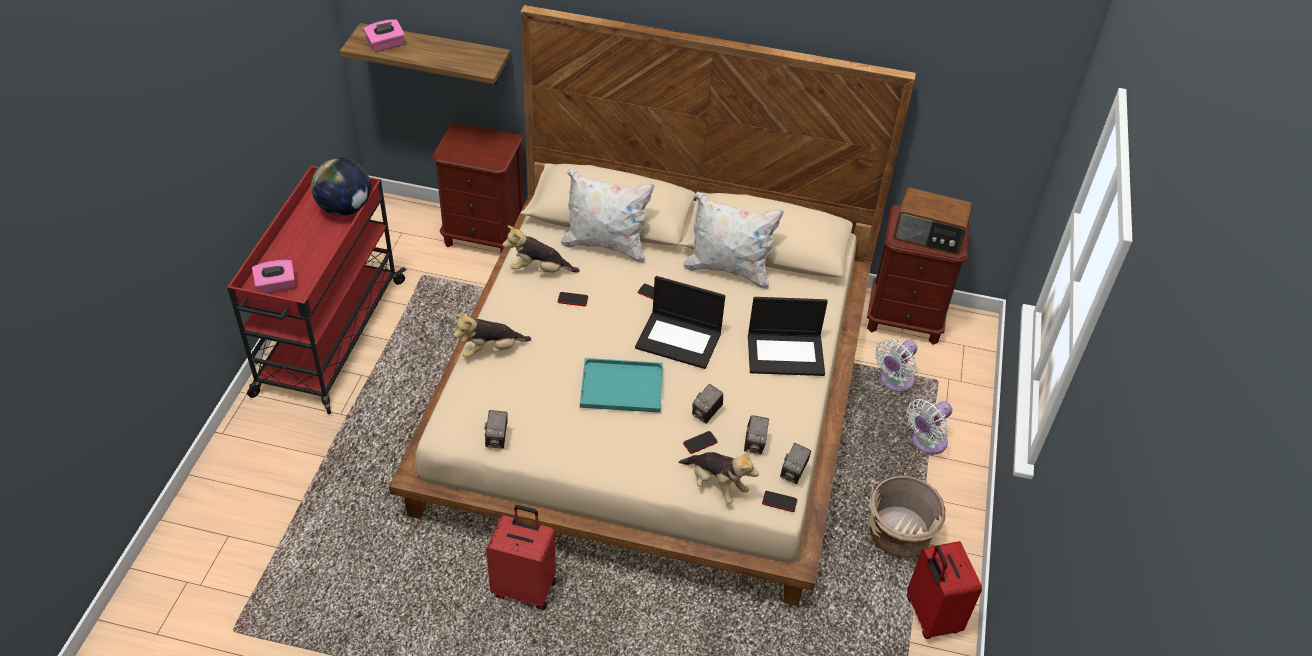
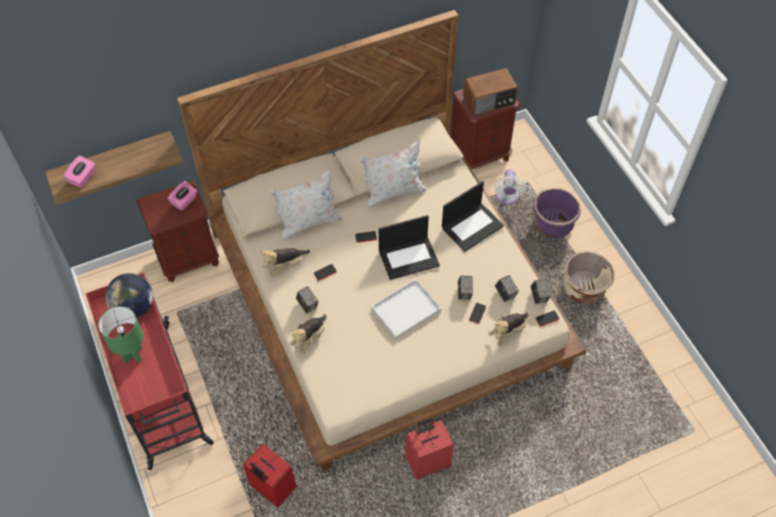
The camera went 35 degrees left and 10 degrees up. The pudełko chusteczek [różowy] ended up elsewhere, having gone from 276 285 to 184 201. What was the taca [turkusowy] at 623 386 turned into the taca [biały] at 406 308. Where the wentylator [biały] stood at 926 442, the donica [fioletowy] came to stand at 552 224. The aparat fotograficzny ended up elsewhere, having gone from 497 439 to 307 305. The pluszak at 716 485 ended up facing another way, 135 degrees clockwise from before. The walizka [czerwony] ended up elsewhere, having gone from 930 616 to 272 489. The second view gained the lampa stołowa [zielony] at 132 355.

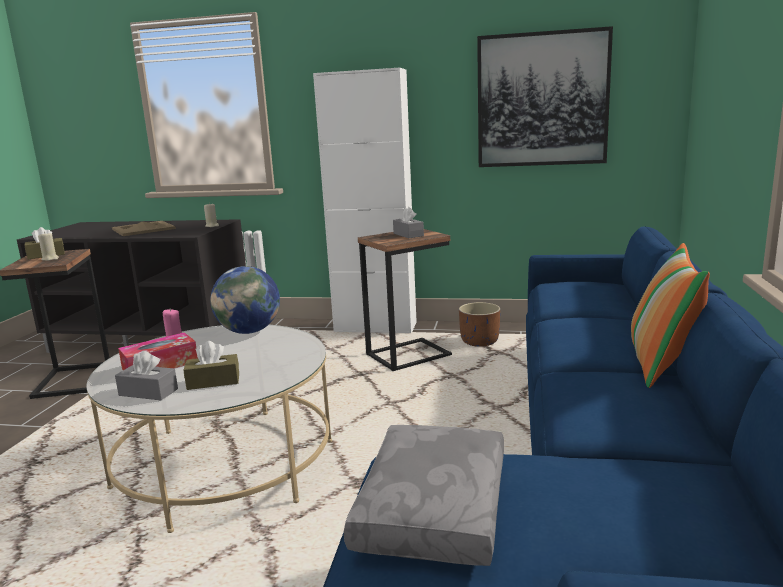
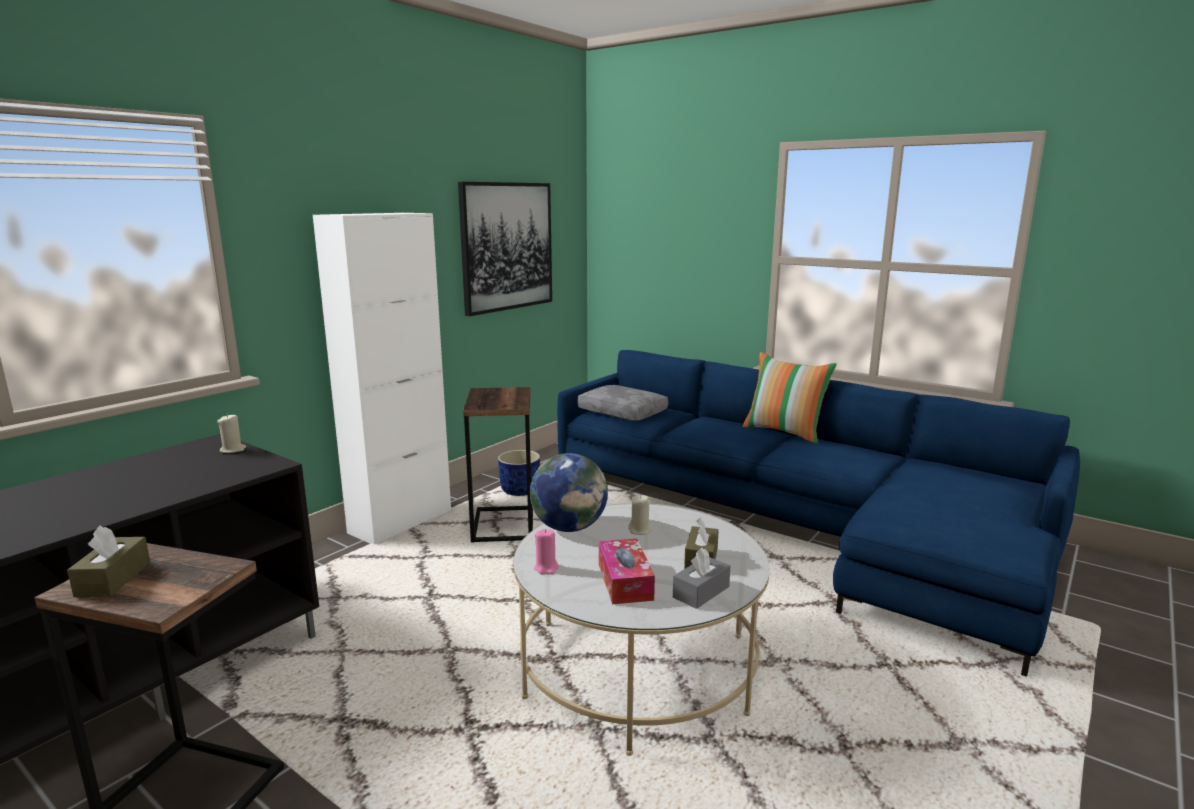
The camera went 65 degrees left and 0 degrees up. The second view lost the pudełko chusteczek [szary] at 408 234. The second view lost the taca [beżowy] at 143 229. The świeca [beżowy] ended up elsewhere, having gone from 50 259 to 640 530. What was the donica [brązowy] at 480 342 turned into the donica [niebieski] at 520 490. The poduszka [szary] ended up elsewhere, having gone from 436 509 to 623 412.

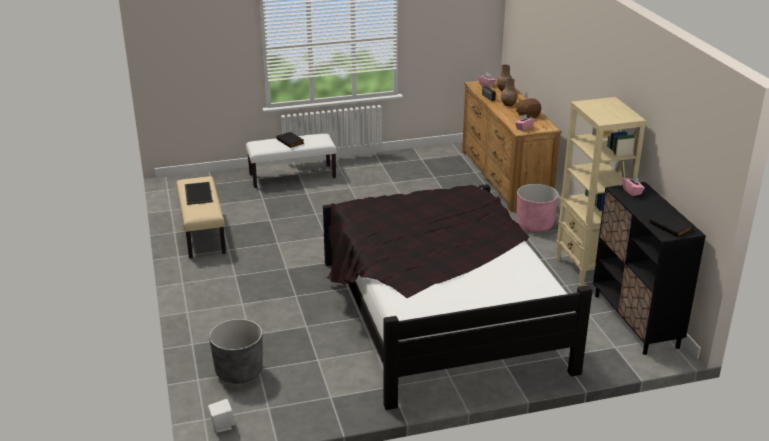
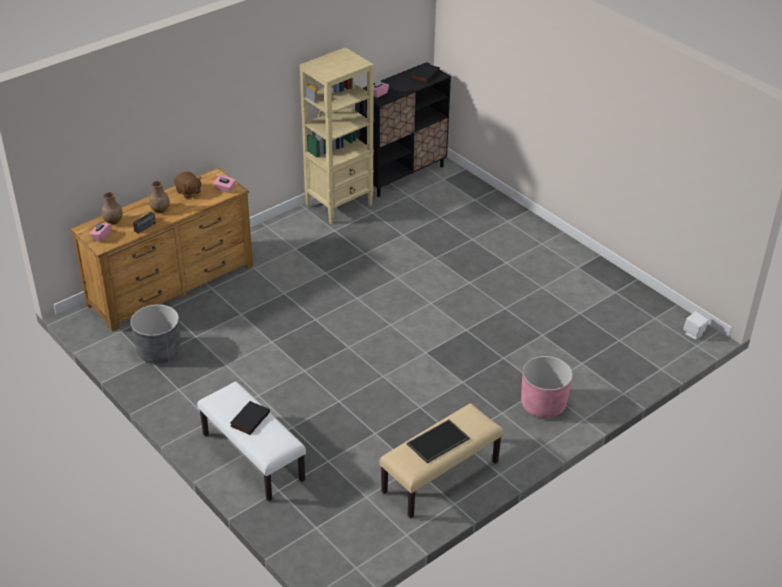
The camera went 115 degrees left and 10 degrees up. The second view lost the łóżko [czarny] at 440 313. The donica [różowy] ended up elsewhere, having gone from 534 225 to 543 405. The donica [szary] ended up elsewhere, having gone from 239 371 to 159 351.

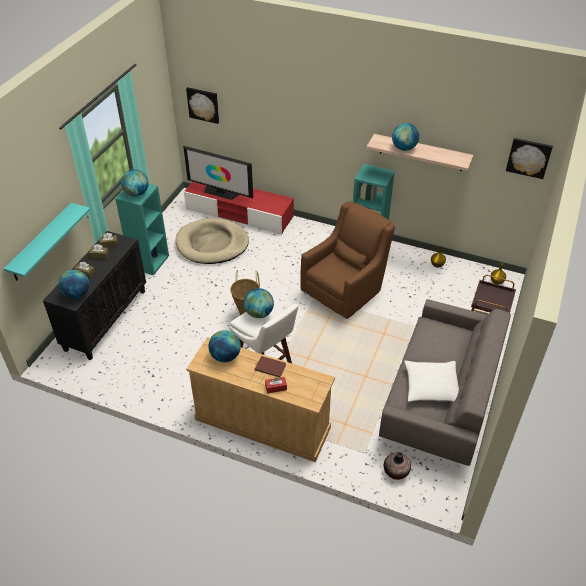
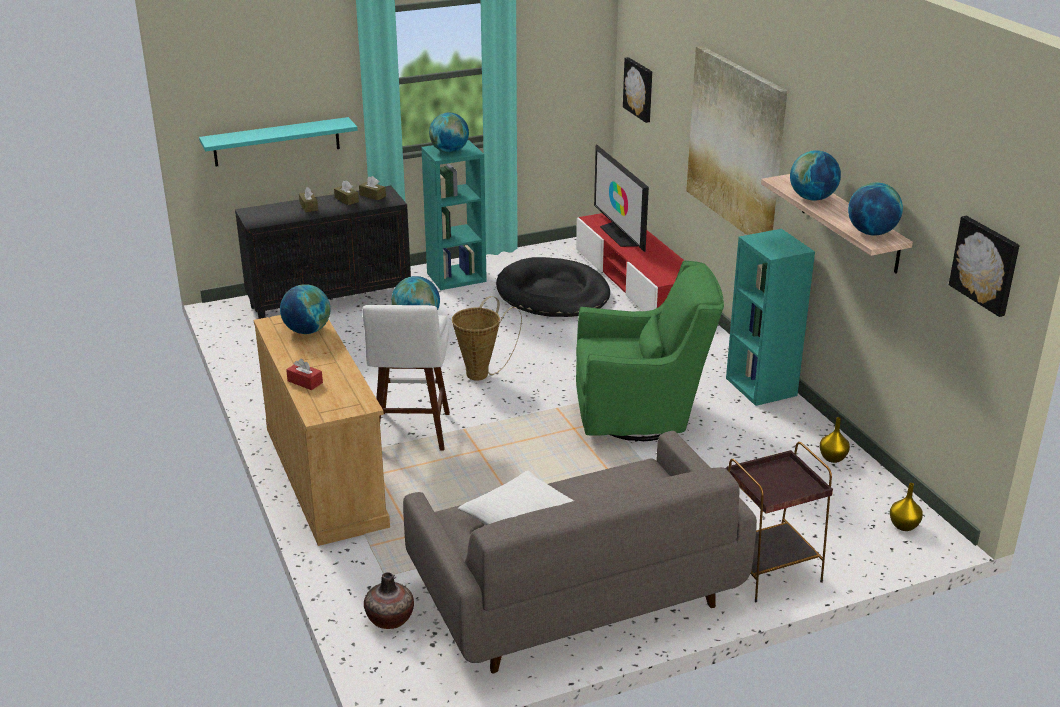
The camera went 45 degrees right and 15 degrees down. What was the fotel [brązowy] at 345 291 turned into the fotel [zielony] at 642 416. What was the legowisko [beżowy] at 212 244 turned into the legowisko [czarny] at 553 294. The globus ended up elsewhere, having gone from 77 294 to 871 233. The second view lost the książka [brązowy] at 270 367. The second view gained the obraz at 736 144.

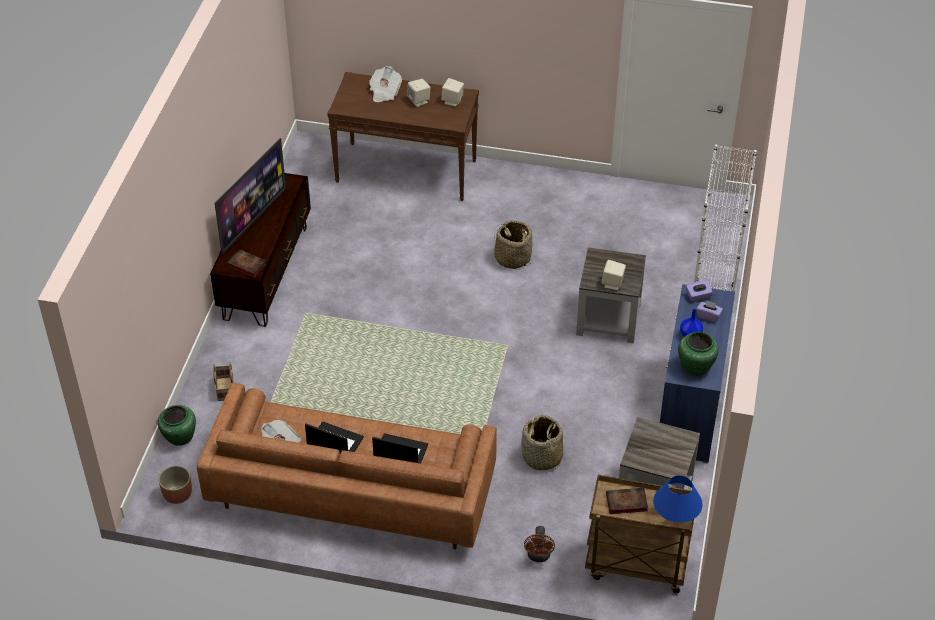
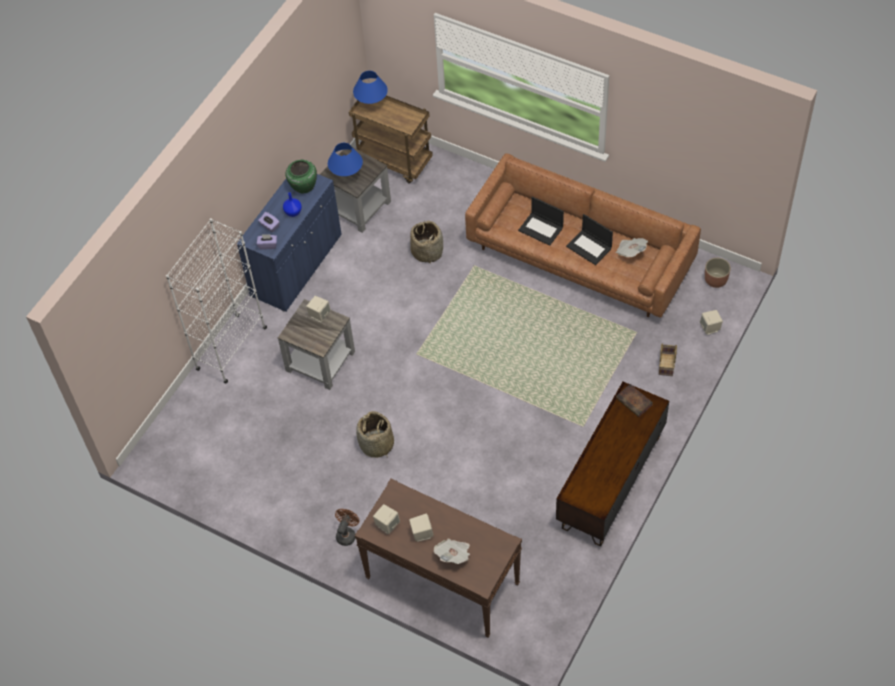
The camera went 160 degrees left and 10 degrees up. The second view lost the telewizor at 253 220. Where the wazon [zielony] stood at 179 437, the głośnik [beżowy] came to stand at 710 328. The second view lost the książka at 625 503. The wentylator [brązowy] ended up elsewhere, having gone from 539 556 to 347 534. The second view gained the lampa stołowa [niebieski] at 347 175.

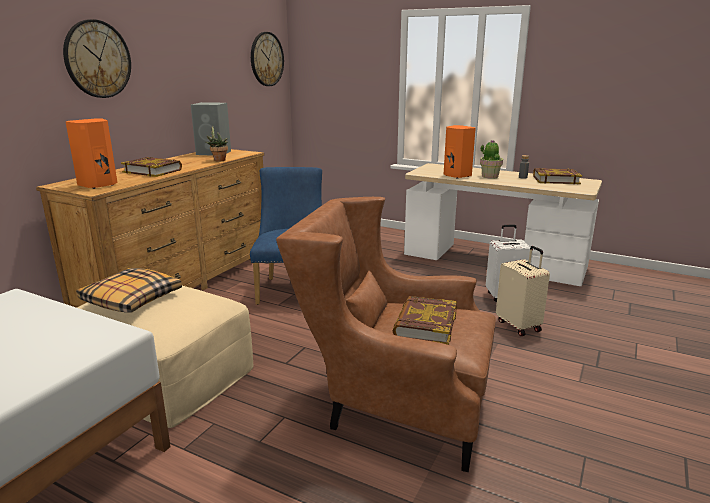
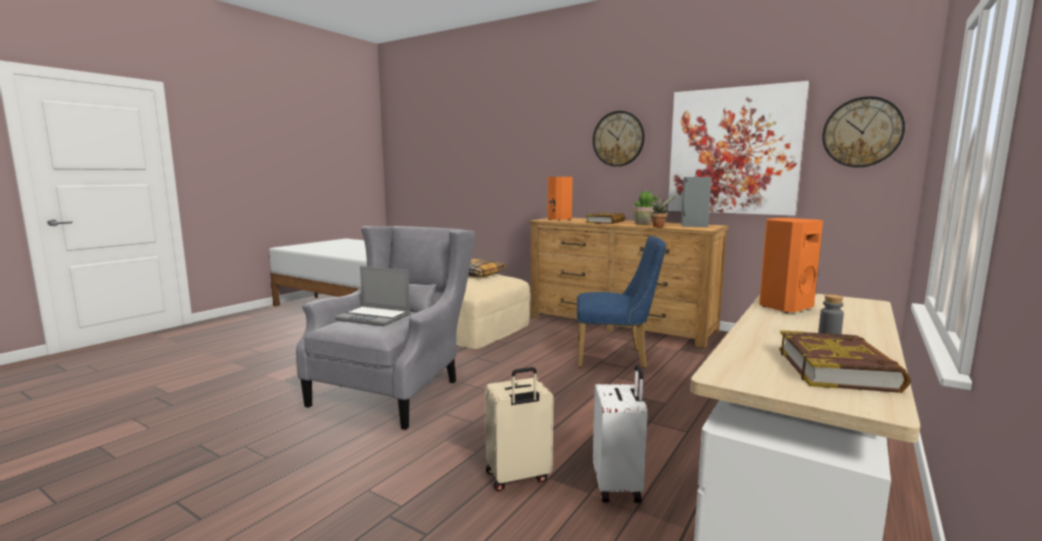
The camera went 95 degrees right and 10 degrees down. The roślina doniczkowa ended up elsewhere, having gone from 490 176 to 642 223. What was the fotel [brązowy] at 394 405 turned into the fotel [szary] at 398 389. Where the książka stood at 425 325, the laptop came to stand at 375 317. The second view gained the obraz at 733 151.

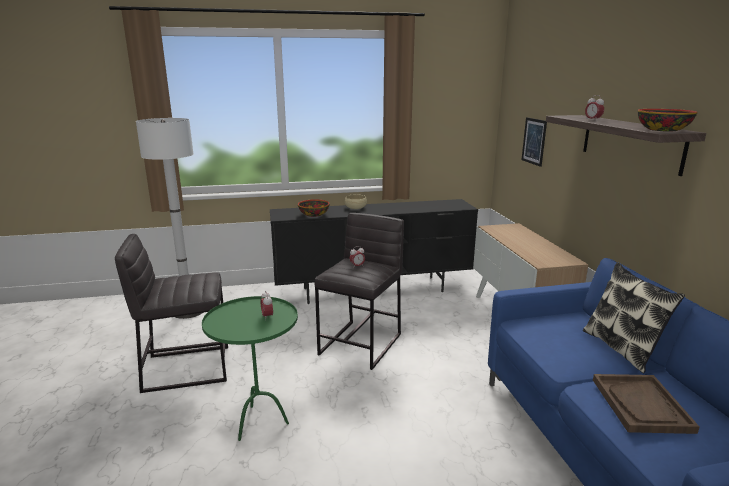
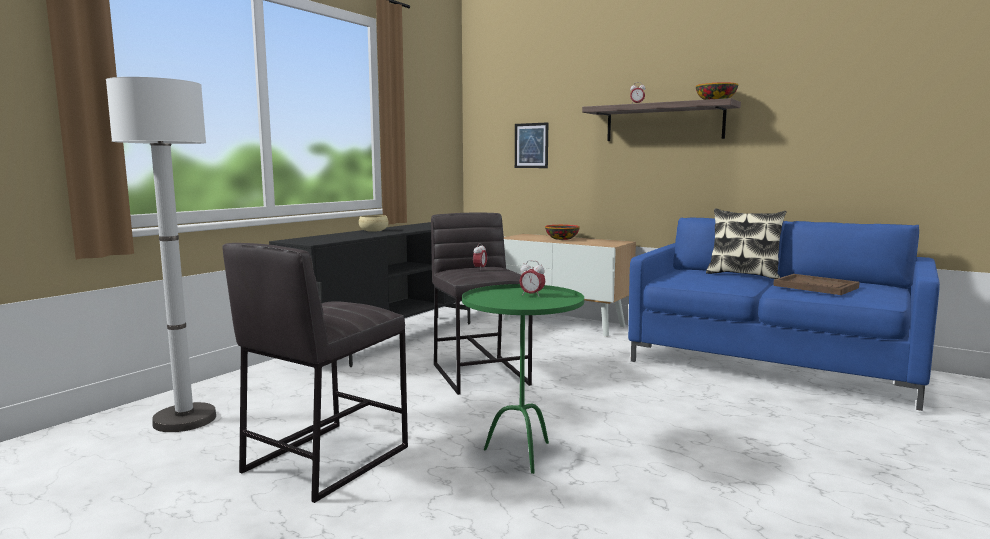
The camera went 45 degrees left and 10 degrees down. The miska ended up elsewhere, having gone from 314 214 to 562 239.

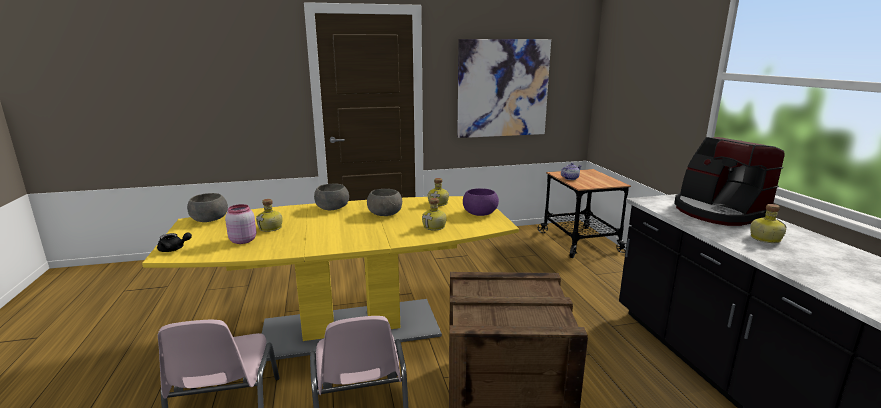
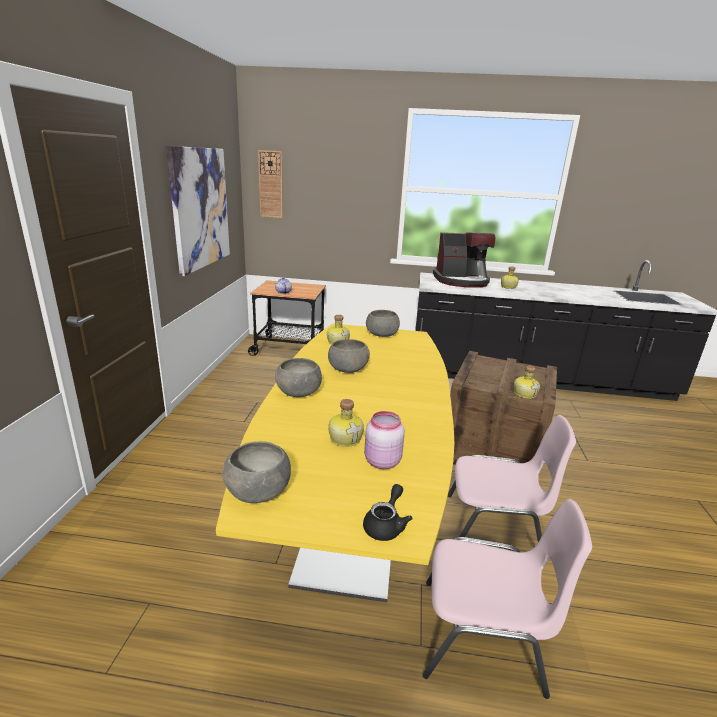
The camera went 70 degrees left and 5 degrees up. What was the miska [fioletowy] at 480 213 turned into the miska [szary] at 381 334. The butelka ended up elsewhere, having gone from 435 227 to 524 393. The second view gained the zegar ścienny at 271 184.

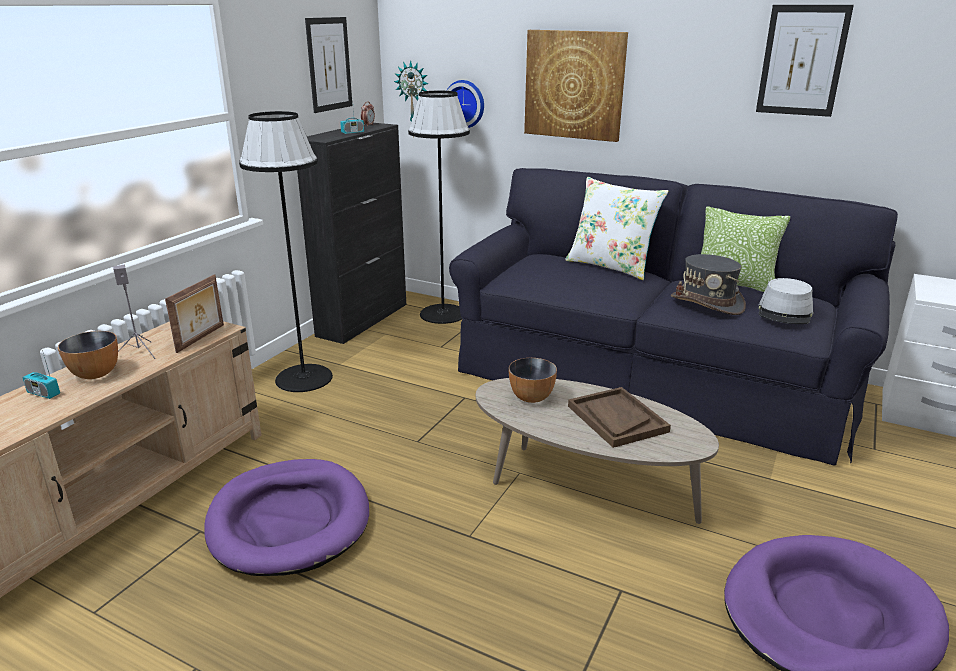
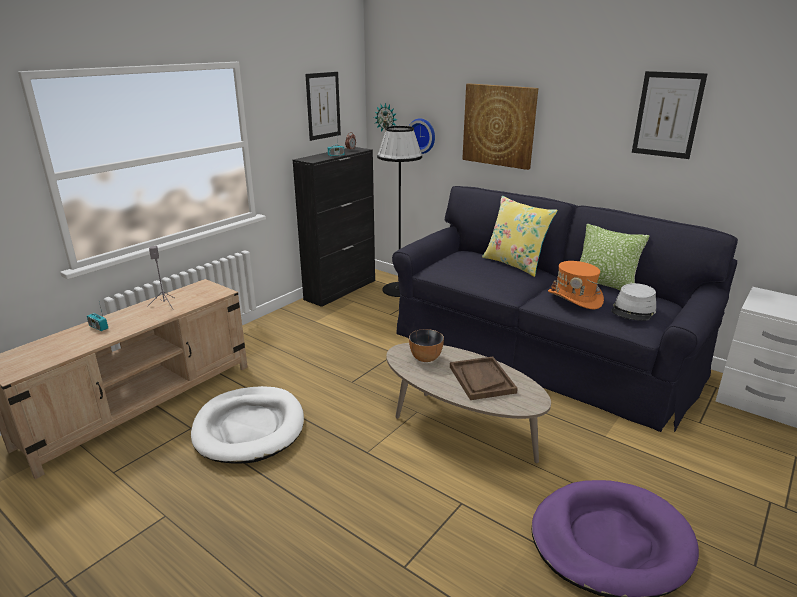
The camera went 10 degrees right and 0 degrees up. The second view lost the lampa stojąca [czarny] at 304 378. What was the poduszka [biały] at 611 266 turned into the poduszka [żółty] at 515 264. What was the kapelusz [szary] at 707 303 turned into the kapelusz [pomarańczowy] at 575 298. The second view lost the ramka na zdjęcie at 201 338. The second view lost the miska at 96 374. What was the legowisko [fioletowy] at 289 521 turned into the legowisko [biały] at 249 428.

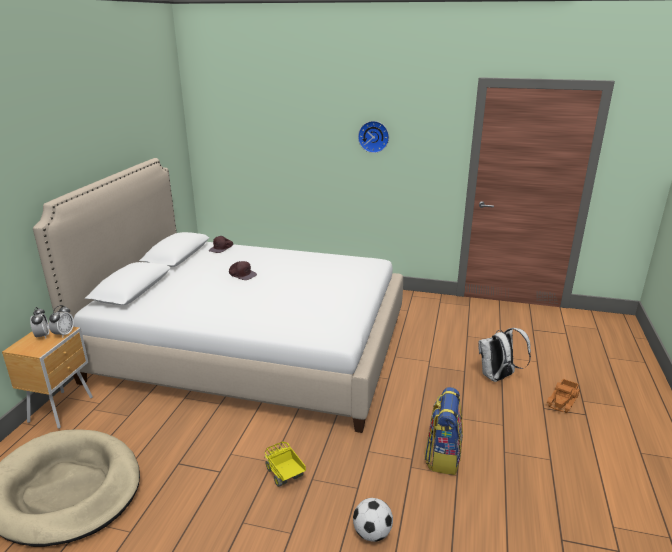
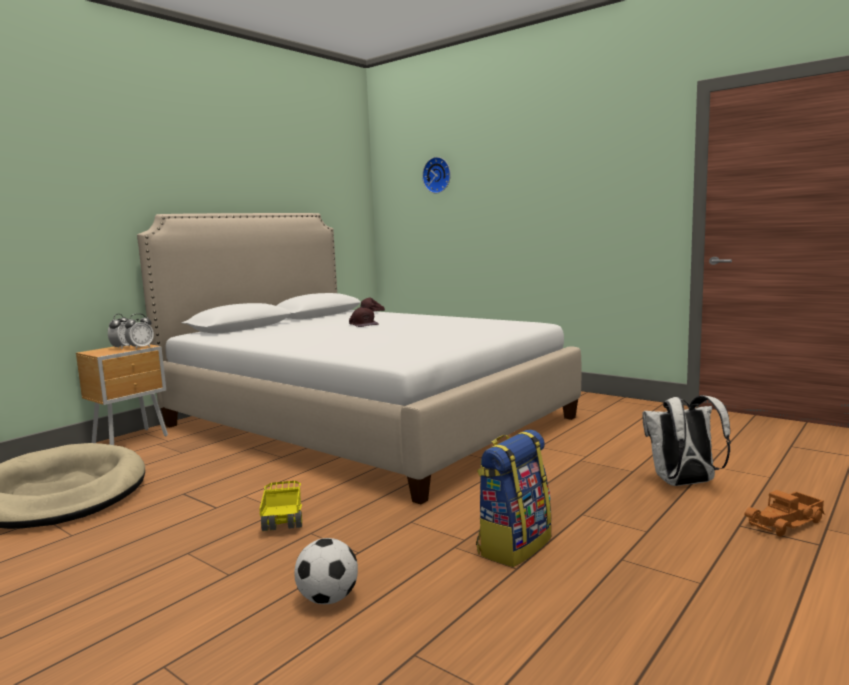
The camera went 25 degrees right and 15 degrees down. The zegar ścienny ended up elsewhere, having gone from 373 136 to 438 175.

